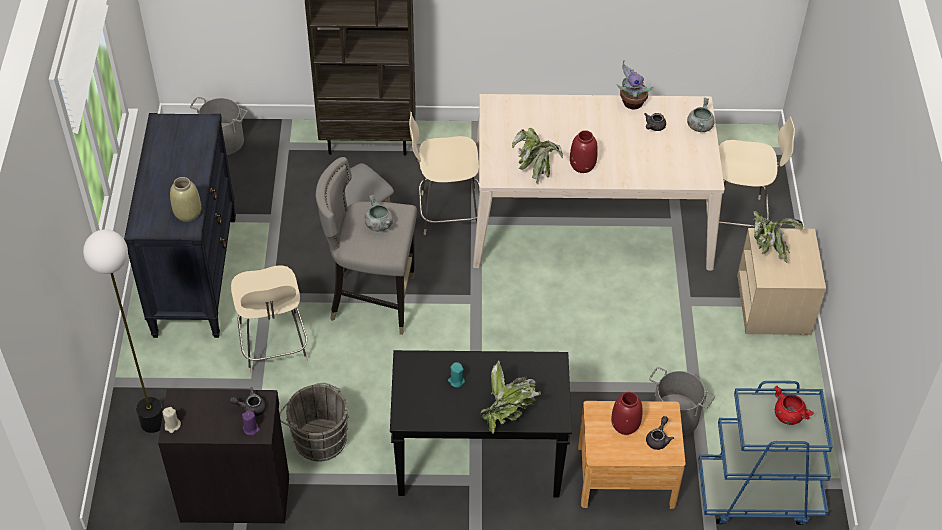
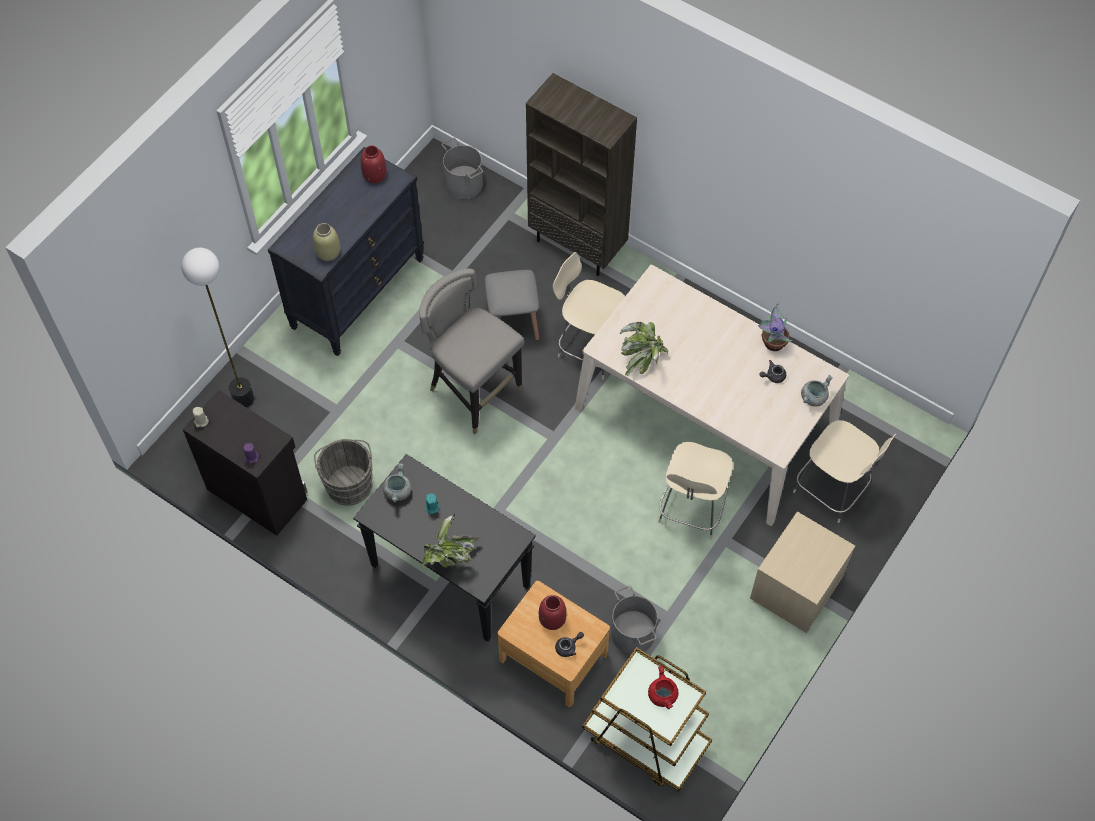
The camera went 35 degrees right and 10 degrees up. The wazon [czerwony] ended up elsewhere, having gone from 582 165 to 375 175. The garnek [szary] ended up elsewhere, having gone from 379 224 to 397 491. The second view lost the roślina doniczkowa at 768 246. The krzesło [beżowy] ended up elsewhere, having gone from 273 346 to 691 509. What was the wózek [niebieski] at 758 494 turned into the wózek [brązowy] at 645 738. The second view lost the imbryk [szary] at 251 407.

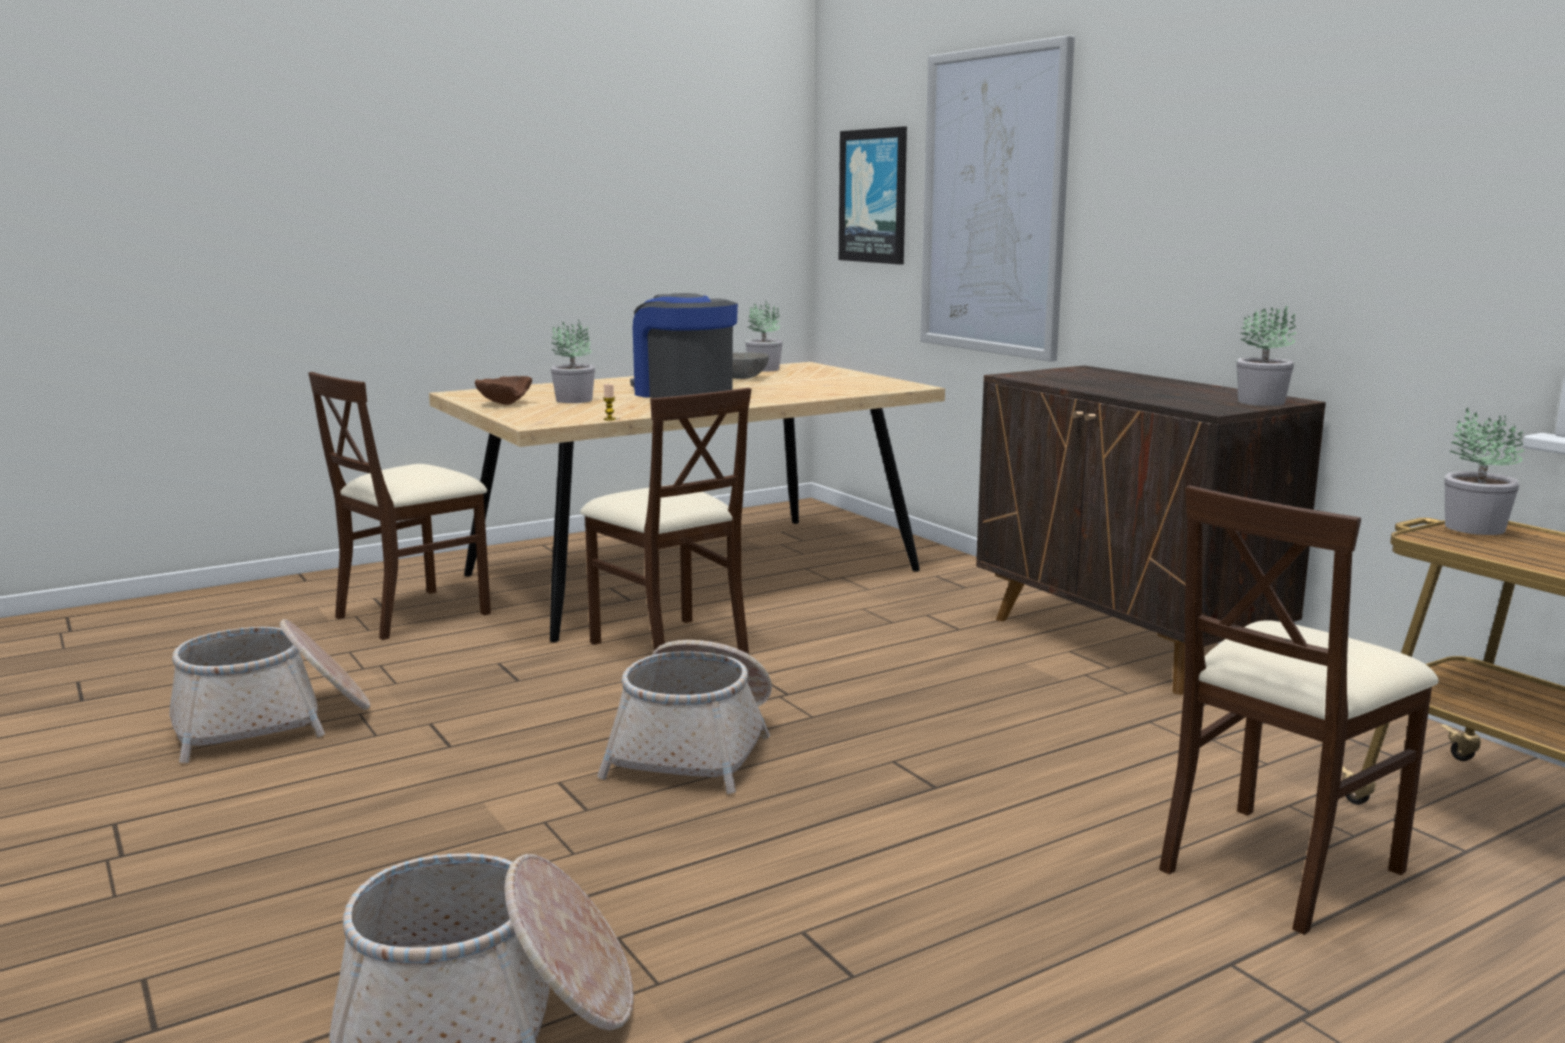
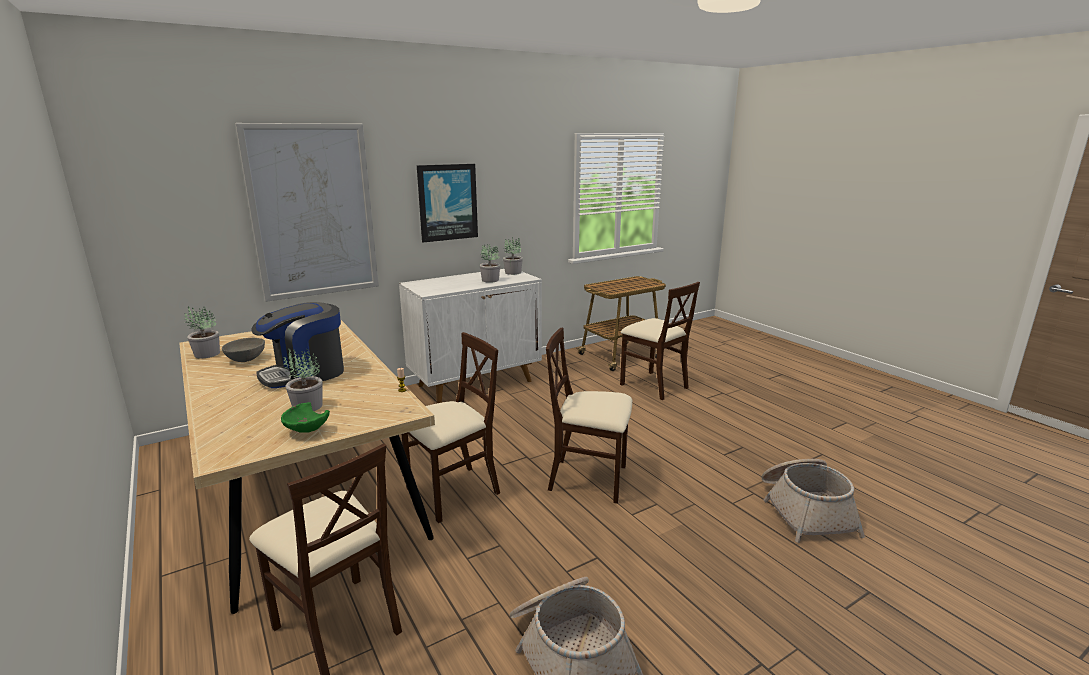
The camera went 90 degrees left and 5 degrees up. The obraz ended up elsewhere, having gone from 874 196 to 447 202. What was the szafka [brązowy] at 1126 643 turned into the szafka [biały] at 476 383. What was the miska [brązowy] at 503 404 turned into the miska [zielony] at 306 431. The roślina doniczkowa ended up elsewhere, having gone from 1473 528 to 490 280. Where the koszyk stood at 695 747, the krzesło [beżowy] came to stand at 589 479.

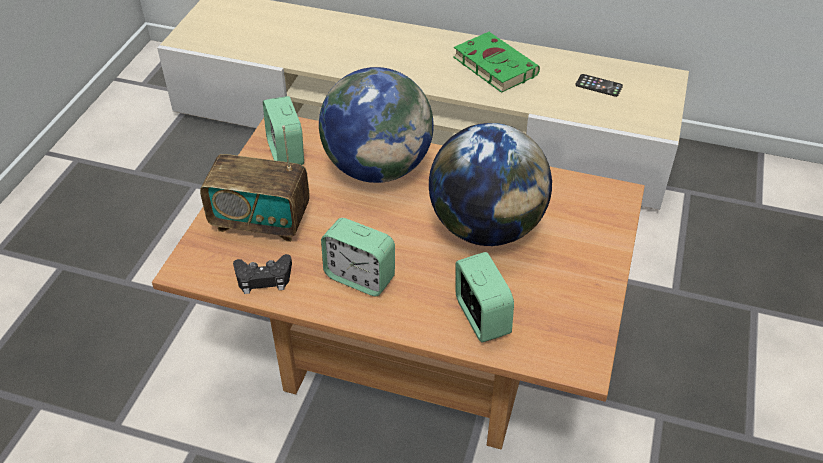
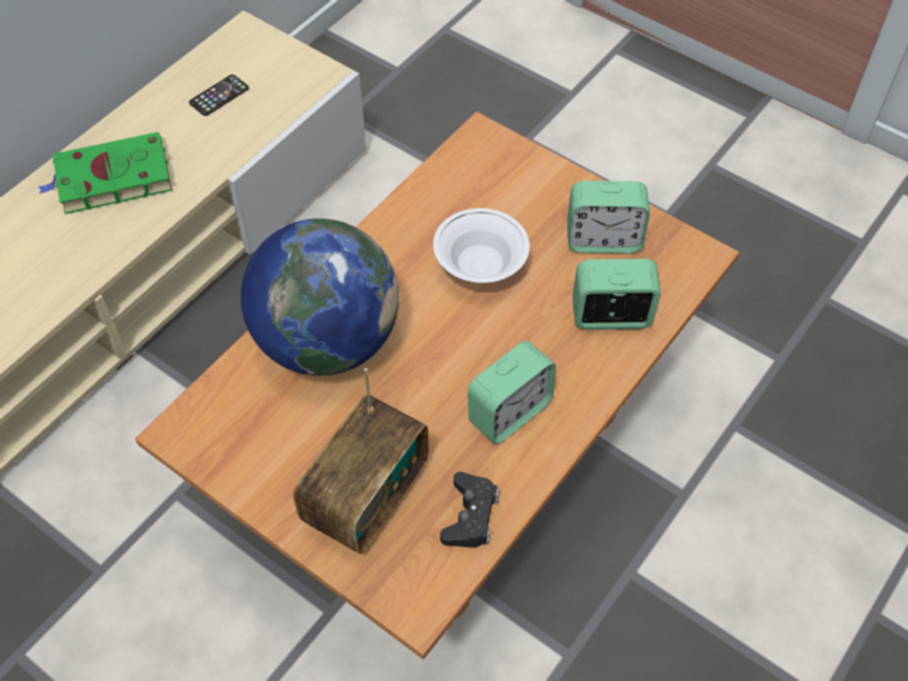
The camera went 70 degrees left and 10 degrees up. The budzik ended up elsewhere, having gone from 286 153 to 603 239. Where the globus stood at 486 227, the miska [biały] came to stand at 480 267.

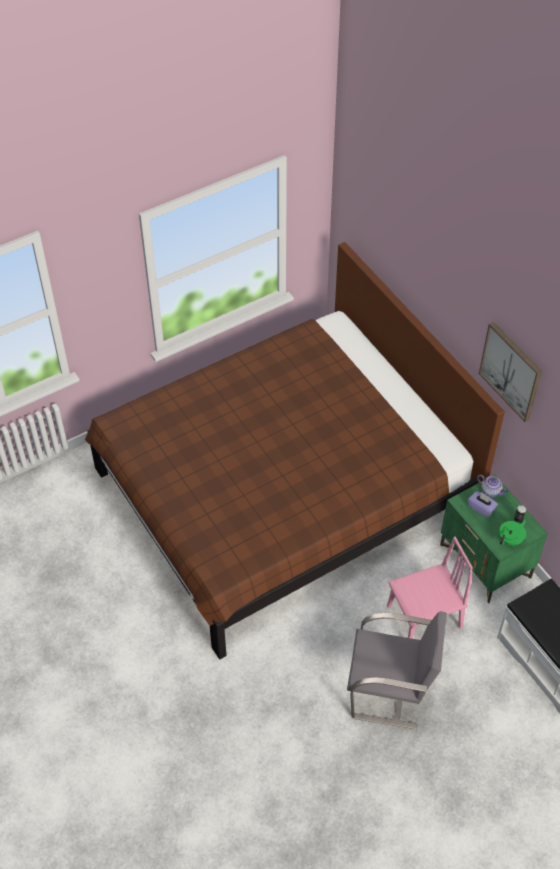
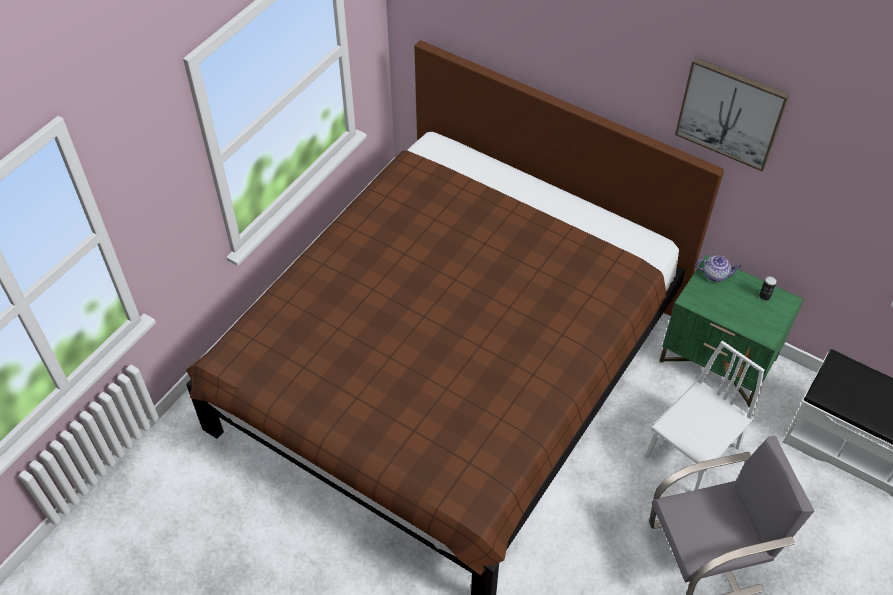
The camera went 25 degrees left and 0 degrees up. The second view lost the pudełko chusteczek [fioletowy] at 481 508. The second view lost the imbryk [zielony] at 511 539. What was the krzesło [różowy] at 424 617 turned into the krzesło [biały] at 692 452.

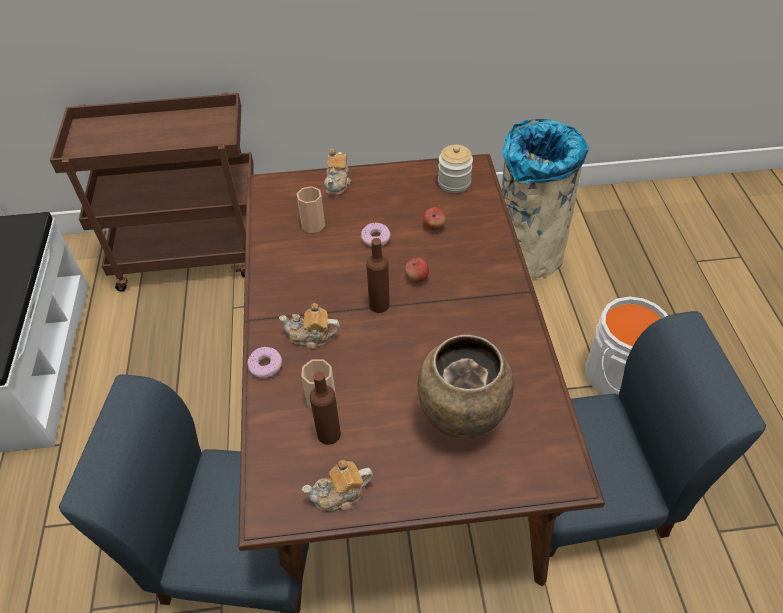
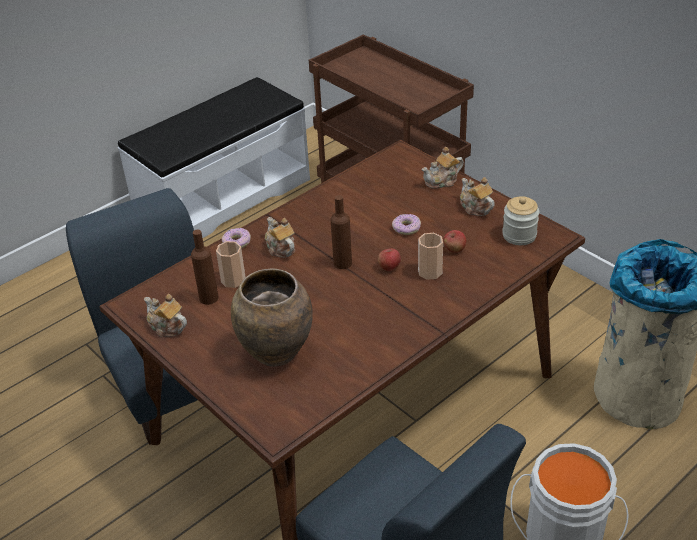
The camera went 55 degrees right and 10 degrees down. The filiżanka ended up elsewhere, having gone from 313 225 to 430 272. The second view gained the imbryk at 475 207.

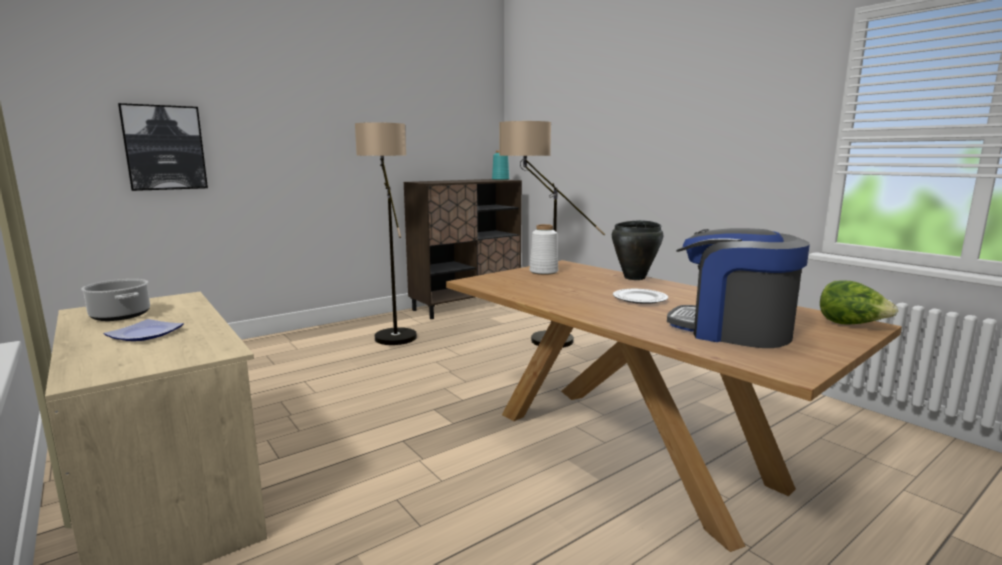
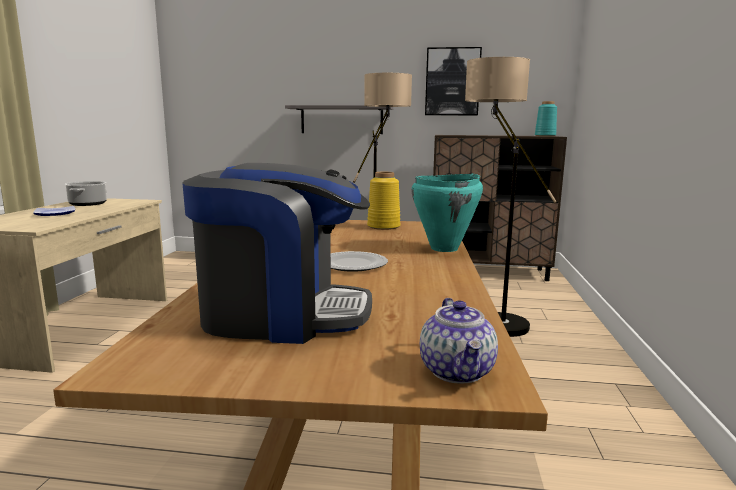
The camera went 45 degrees right and 0 degrees up. The obraz ended up elsewhere, having gone from 164 148 to 452 82. What was the garnek [czarny] at 635 278 turned into the garnek [turkusowy] at 445 249. What was the wazon [biały] at 544 272 turned into the wazon [żółty] at 384 227. The ekspres do kawy at 731 330 ended up facing another way, 105 degrees clockwise from before. Where the sałata stood at 851 324, the imbryk came to stand at 458 372. The second view gained the półka [szary] at 341 120.

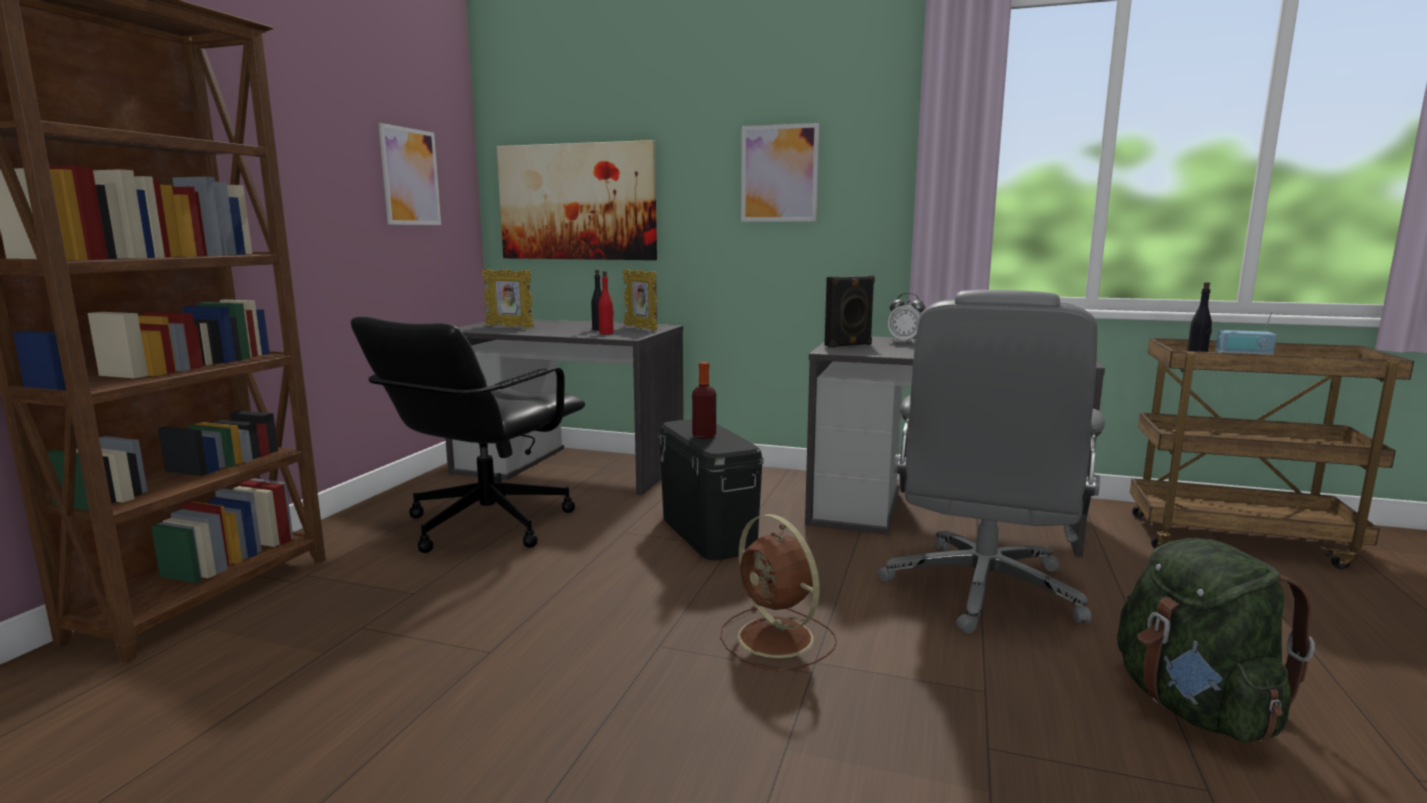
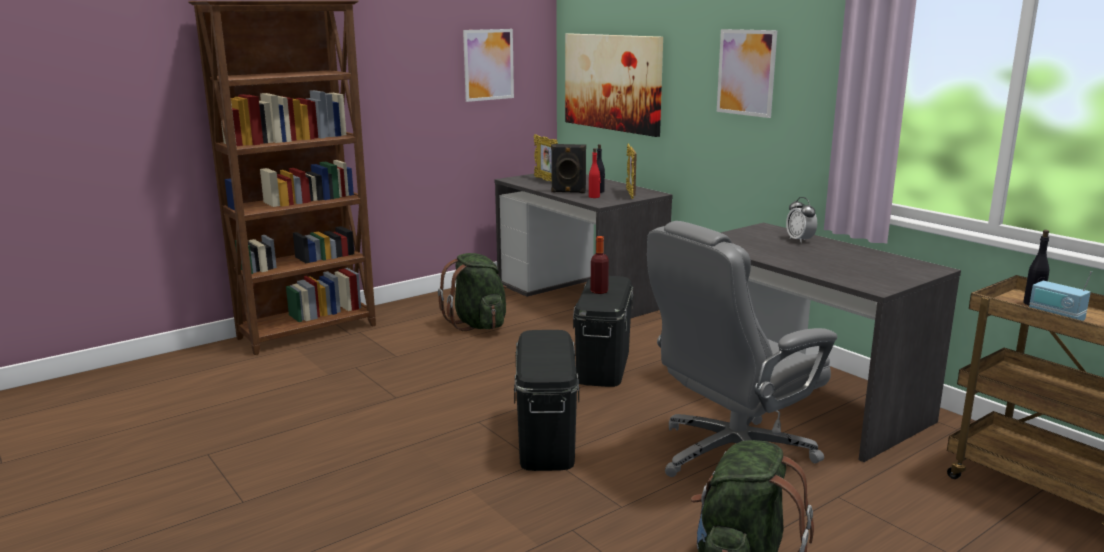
The camera went 35 degrees right and 5 degrees up. The głośnik [czarny] ended up elsewhere, having gone from 849 345 to 568 192. Where the krzesło biurowe [czarny] stood at 485 524, the plecak [zielony] came to stand at 478 324. Where the wentylator [brązowy] stood at 778 639, the pojemnik do przechowywania [czarny] came to stand at 546 440.

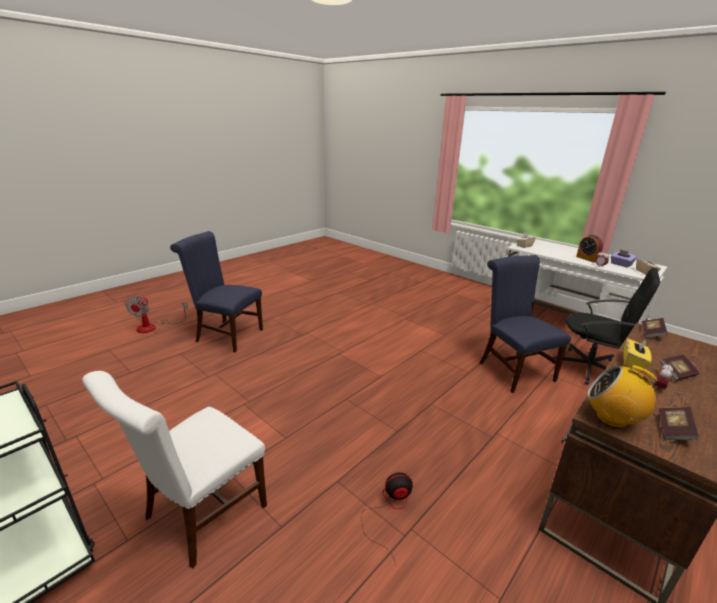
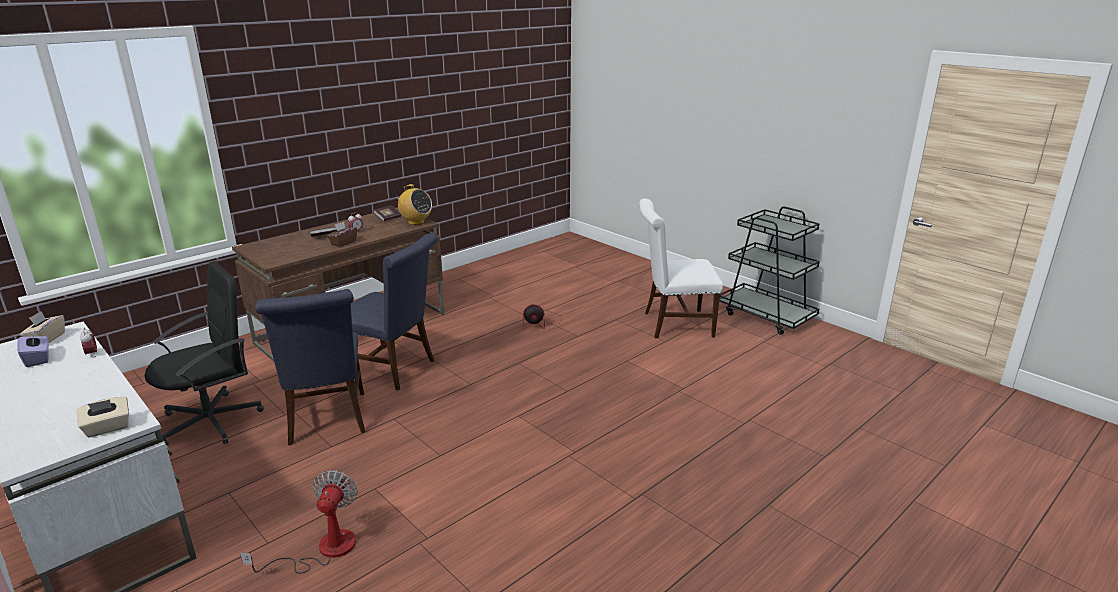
The camera went 175 degrees left and 0 degrees up. The krzesło [niebieski] ended up elsewhere, having gone from 226 335 to 394 369. The second view lost the budzik at 587 259. The krzesło biurowe [czarny] at 589 368 ended up facing another way, 105 degrees clockwise from before. The wentylator ended up elsewhere, having gone from 153 327 to 323 550. The second view lost the książka at 651 333. What was the pudełko chusteczek [żółty] at 633 362 turned into the pudełko chusteczek [brązowy] at 343 243. The krzesło [biały] at 199 516 ended up facing another way, 135 degrees counterclockwise from before.

